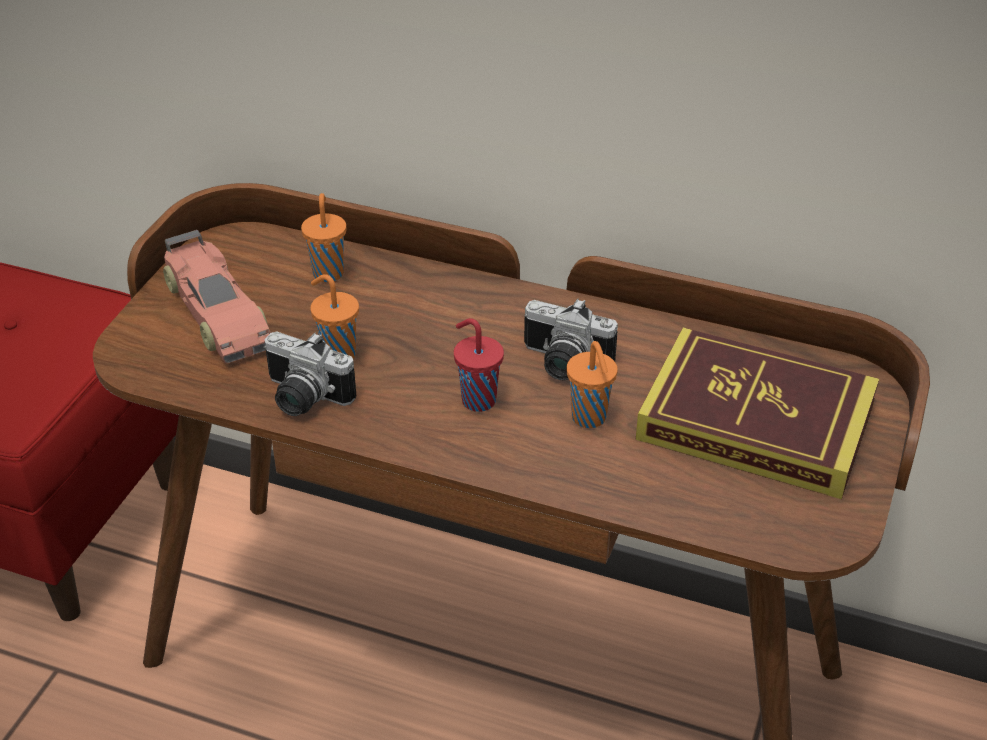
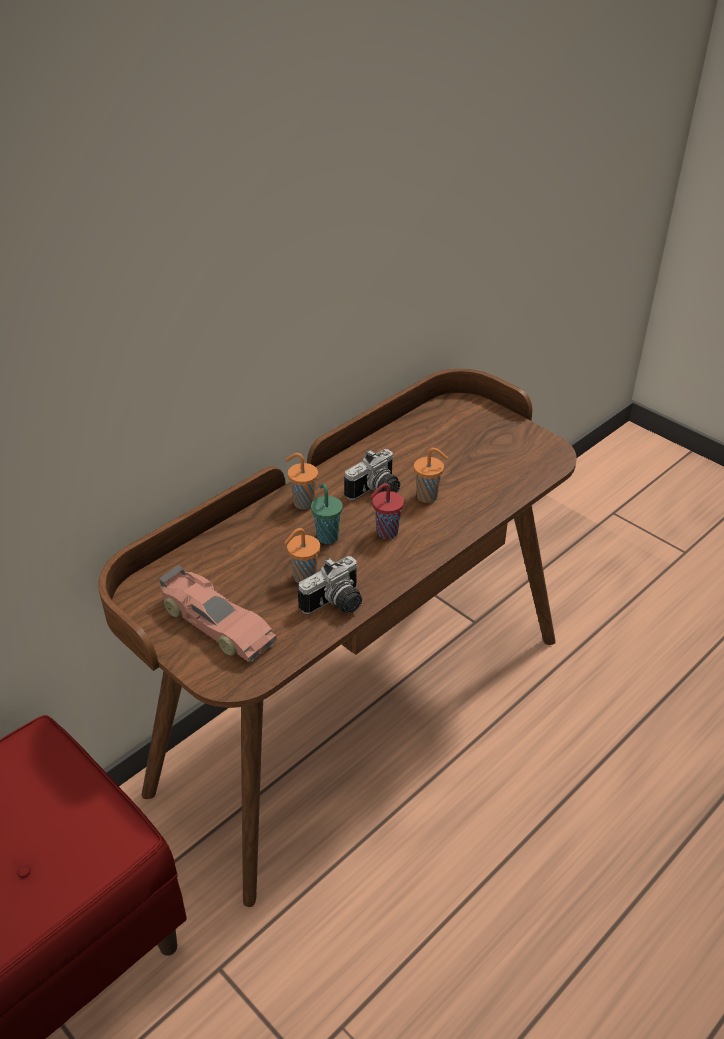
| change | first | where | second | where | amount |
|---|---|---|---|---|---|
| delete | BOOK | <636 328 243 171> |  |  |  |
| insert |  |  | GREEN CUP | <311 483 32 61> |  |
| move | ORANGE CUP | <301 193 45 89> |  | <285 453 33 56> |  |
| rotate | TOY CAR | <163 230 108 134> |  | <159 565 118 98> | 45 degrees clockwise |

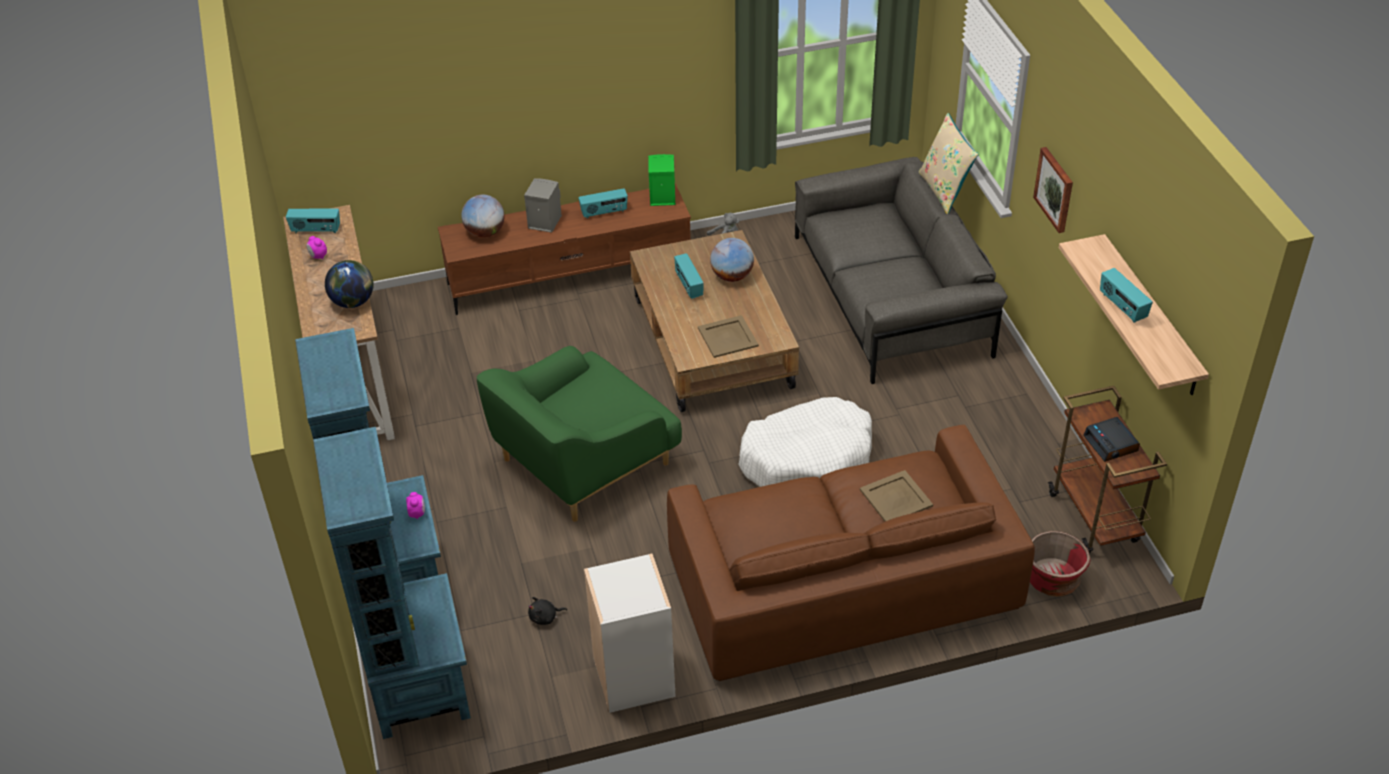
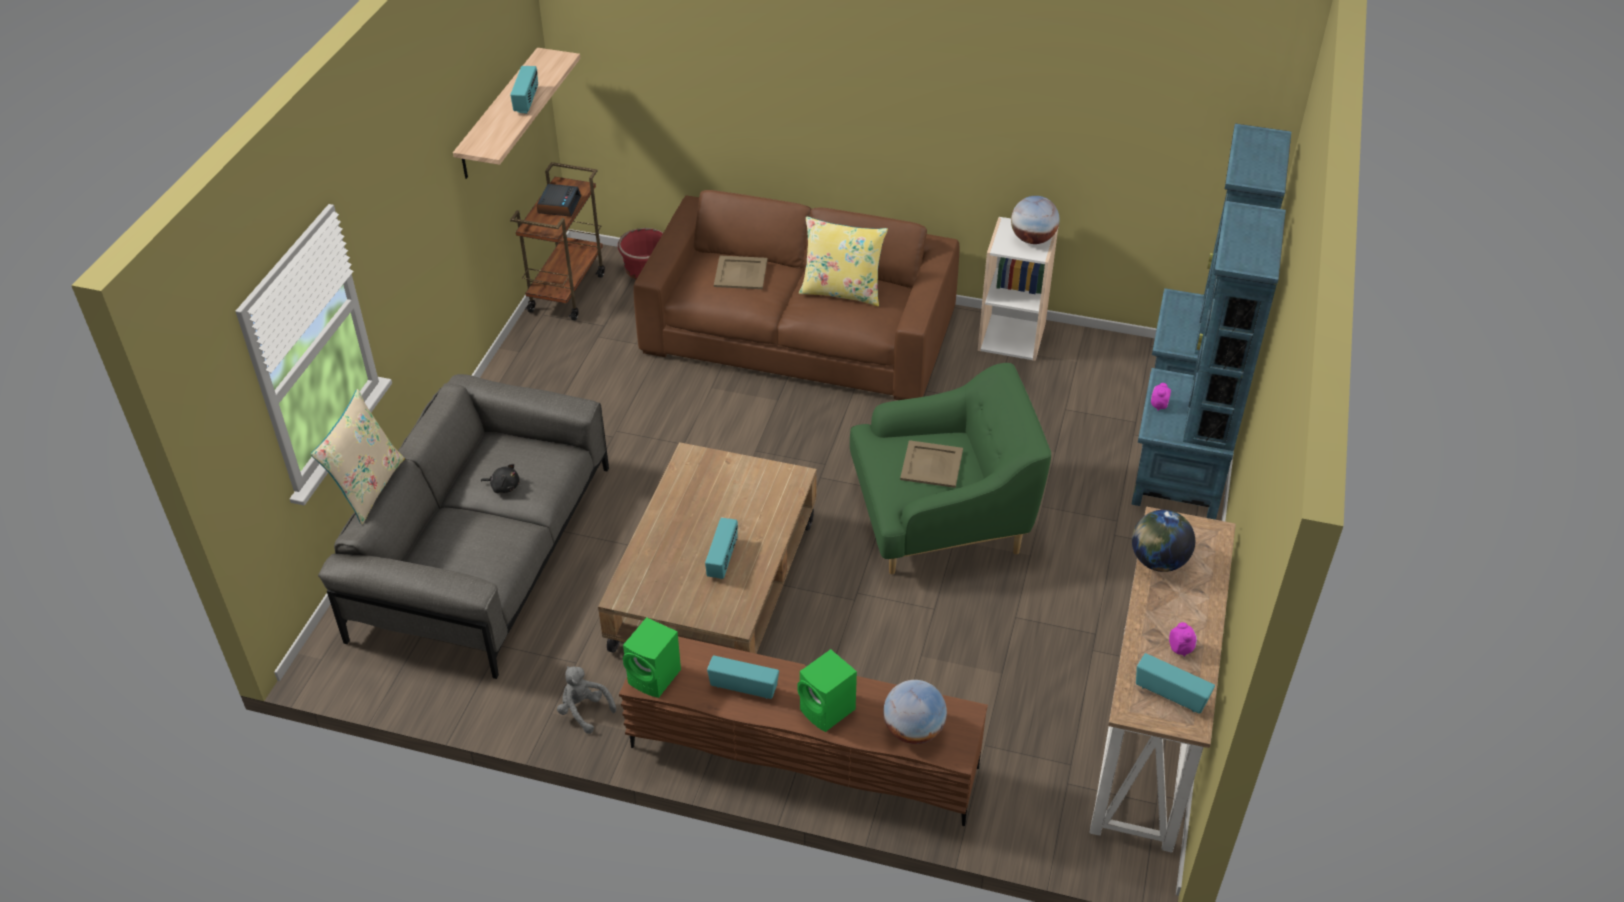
| change | first | where | second | where | amount |
|---|---|---|---|---|---|
| delete | WHITE DOG BED | <738 397 134 90> |  |  |  |
| delete | PICTURE | <1033 147 40 86> |  |  |  |
| insert |  |  | YELLOW PILLOW | <799 216 89 90> |  |
| move | BLACK PLUSH TOY | <528 597 39 28> |  | <481 464 39 29> |  |
| move | BEIGE TRAY | <698 315 61 43> |  | <900 440 63 48> |  |
| move | GLOBE | <710 238 44 44> |  | <1011 196 49 48> |  |
| recolor | GREY SPEAKER | <524 178 38 55> | GREEN SPEAKER | <797 649 60 83> |  |

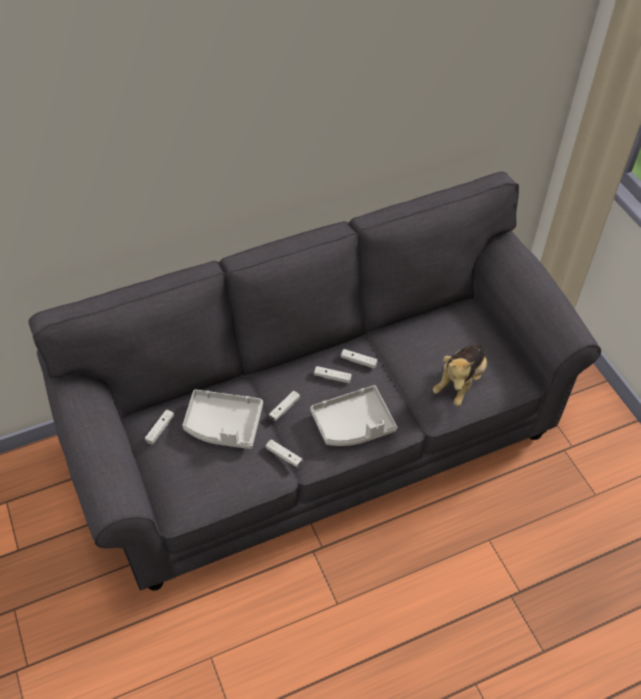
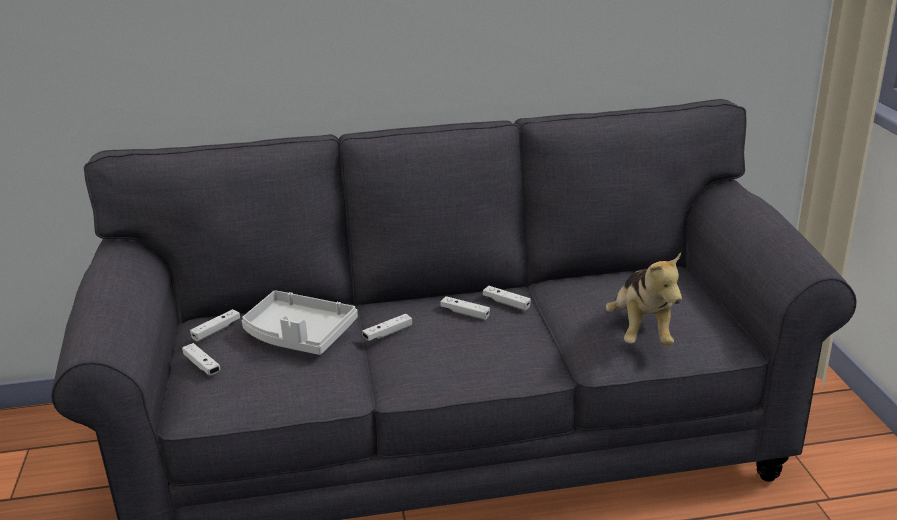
| change | first | where | second | where | amount |
|---|---|---|---|---|---|
| delete | GREY TRAY | <310 385 87 61> |  |  |  |
| move | WHITE GAME CONTROLLER | <266 439 36 28> |  | <182 343 39 32> |  |
| rotate | PLUSH TOY | <433 344 54 62> |  | <606 252 76 93> | 45 degrees counterclockwise |

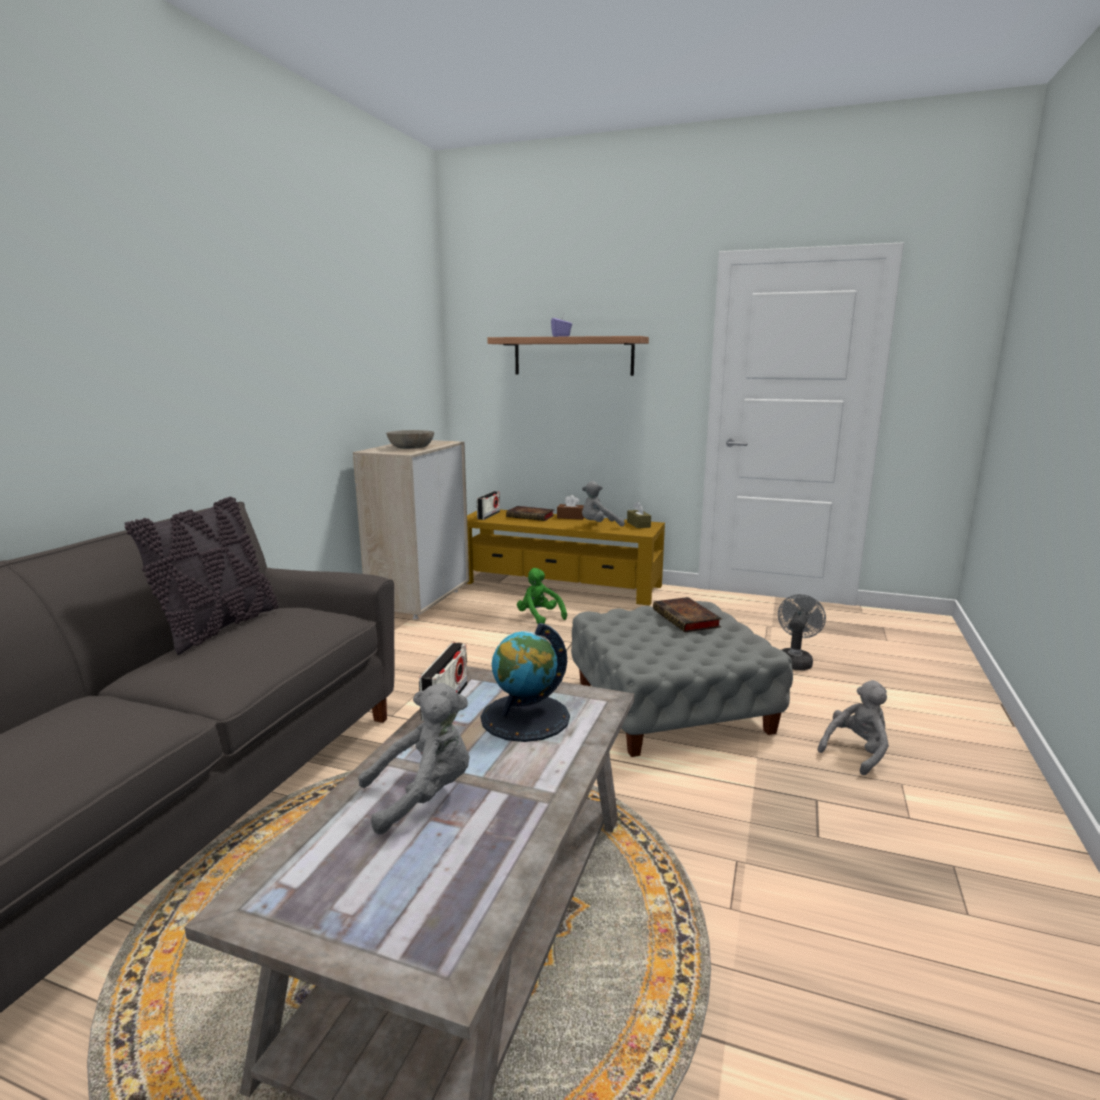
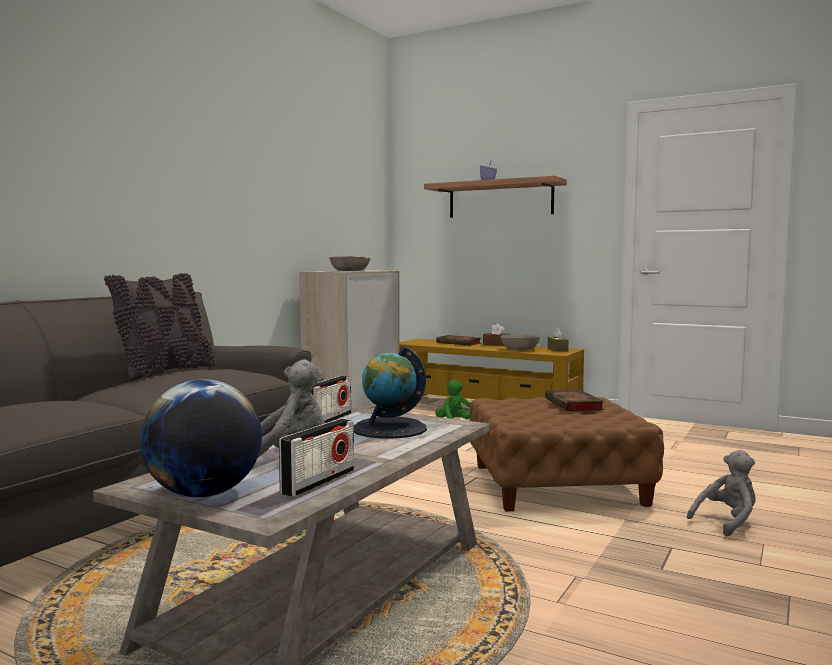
| change | first | where | second | where | amount |
|---|---|---|---|---|---|
| delete | GREY FAN | <778 594 48 76> |  |  |  |
| insert |  |  | GLOBE | <140 379 122 118> |  |
| move | RADIO | <477 491 23 29> |  | <279 419 75 78> |  |
| replace | GREY PLUSH TOY | <582 481 43 46> | GREY BOWL | <500 334 40 16> |  |
| recolor | GREY OTTOMAN | <571 601 222 156> | BROWN OTTOMAN | <470 397 194 114> |  |

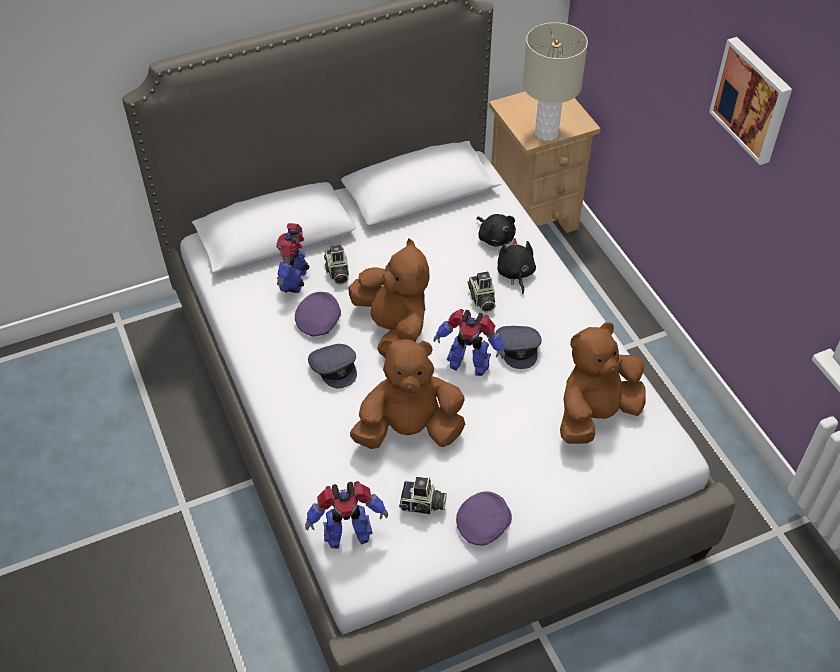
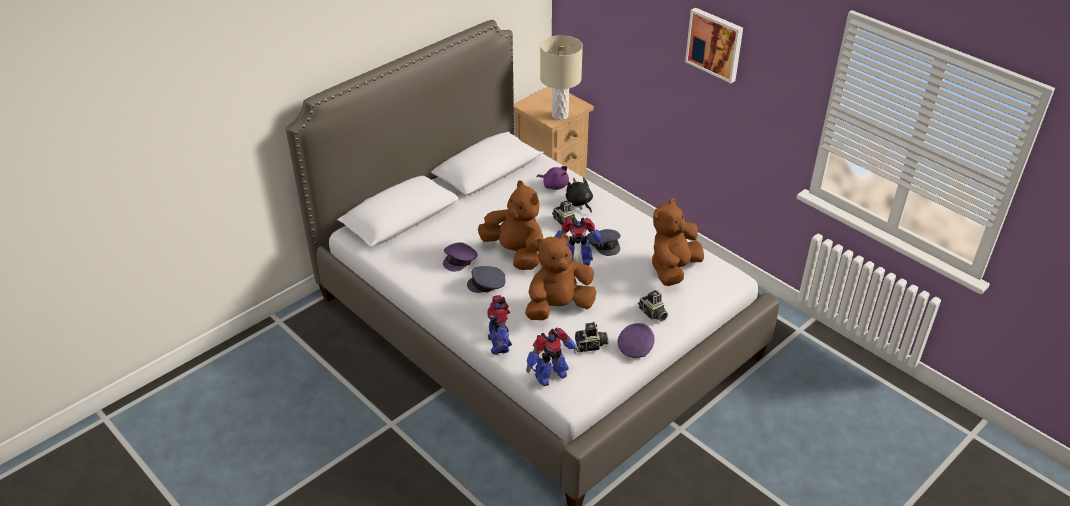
| change | first | where | second | where | amount |
|---|---|---|---|---|---|
| move | TOY ROBOT | <276 223 34 70> |  | <487 295 25 60> |  |
| move | PHOTO CAMERA | <324 245 25 40> |  | <638 290 30 32> |  |
| recolor | BLACK PLUSH TOY | <477 214 39 33> | PURPLE PLUSH TOY | <537 166 32 24> |  |
| rotate | PURPLE CAP | <295 292 46 44> |  | <443 242 35 29> | 150 degrees counterclockwise |
| rotate | GREY CAP | <308 344 49 44> |  | <467 266 39 27> | 135 degrees clockwise |

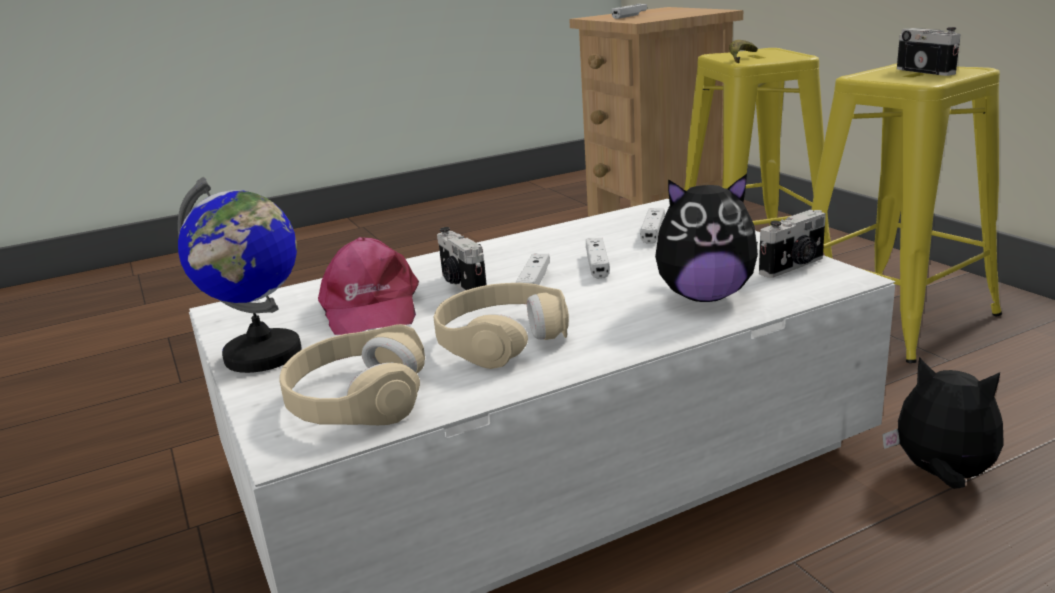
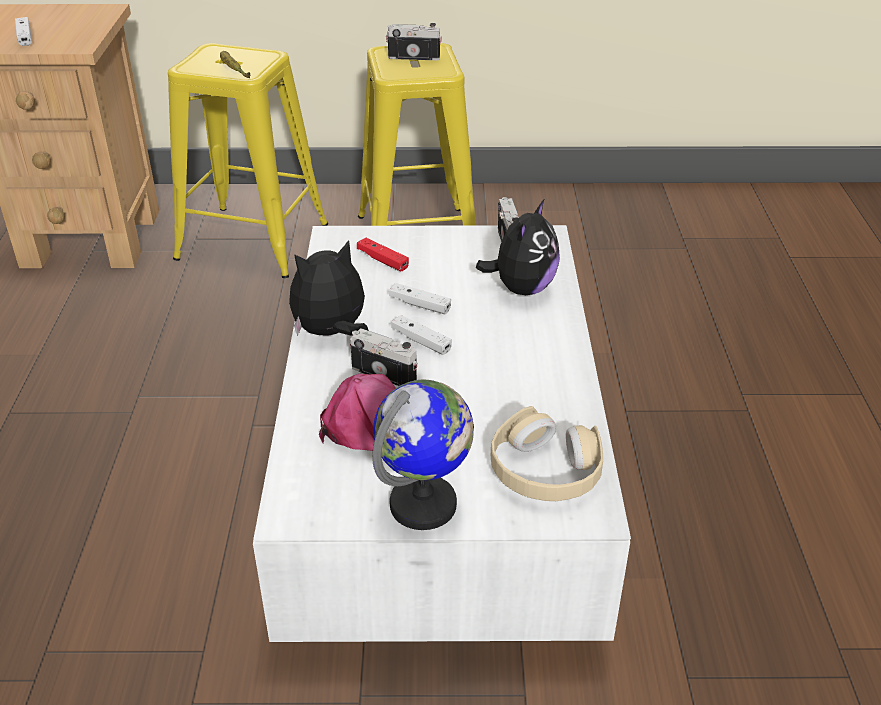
| change | first | where | second | where | amount |
|---|---|---|---|---|---|
| delete | BEIGE HEADPHONES | <433 283 136 86> |  |  |  |
| move | PLUSH TOY | <882 357 122 132> |  | <289 240 79 96> |  |
| recolor | WHITE GAME CONTROLLER | <640 208 25 36> | RED GAME CONTROLLER | <357 238 52 33> |  |
| rotate | PHOTO CAMERA | <437 227 50 64> |  | <350 328 67 58> | 150 degrees counterclockwise |

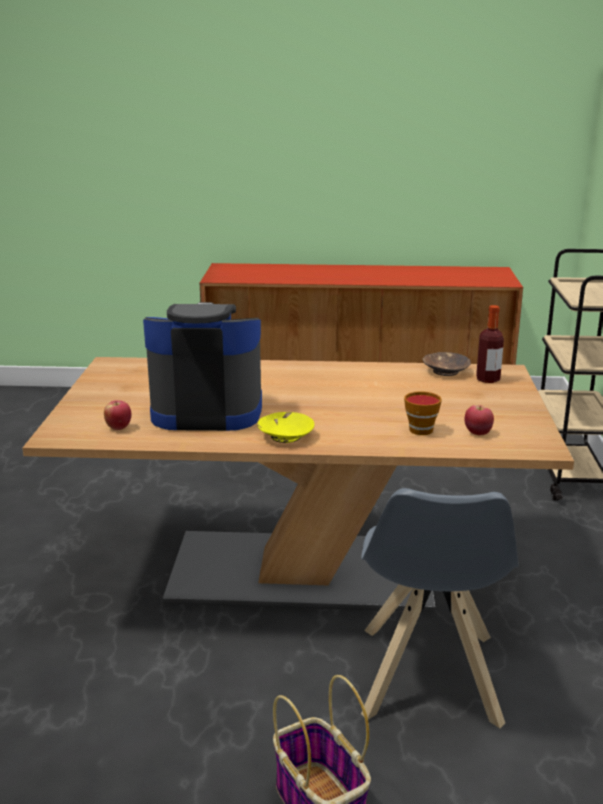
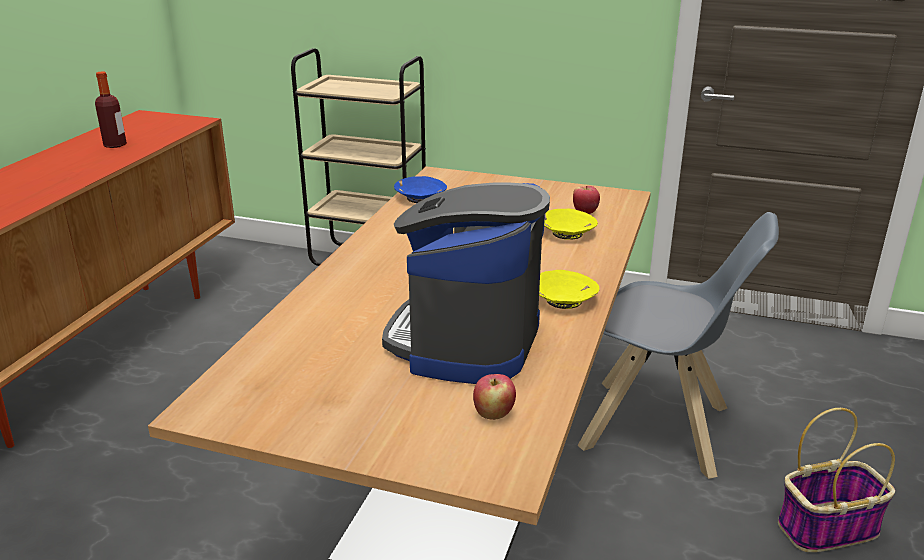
| change | first | where | second | where | amount |
|---|---|---|---|---|---|
| move | BOTTLE | <476 305 28 78> |  | <95 71 32 77> |  |
| replace | CUP | <404 391 38 44> | YELLOW BOWL | <544 209 54 31> |  |
| recolor | BROWN BOWL | <422 352 49 24> | BLUE BOWL | <394 176 53 27> |  |

